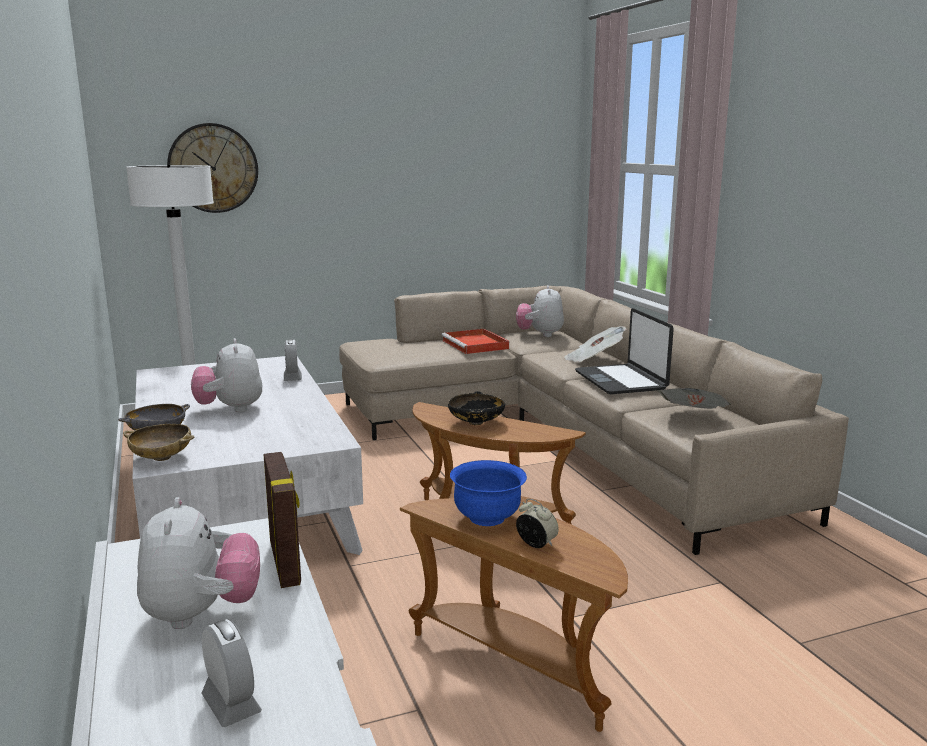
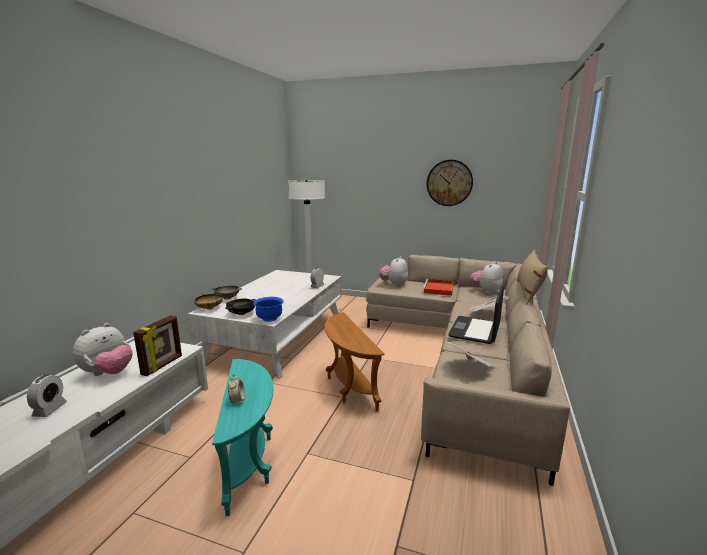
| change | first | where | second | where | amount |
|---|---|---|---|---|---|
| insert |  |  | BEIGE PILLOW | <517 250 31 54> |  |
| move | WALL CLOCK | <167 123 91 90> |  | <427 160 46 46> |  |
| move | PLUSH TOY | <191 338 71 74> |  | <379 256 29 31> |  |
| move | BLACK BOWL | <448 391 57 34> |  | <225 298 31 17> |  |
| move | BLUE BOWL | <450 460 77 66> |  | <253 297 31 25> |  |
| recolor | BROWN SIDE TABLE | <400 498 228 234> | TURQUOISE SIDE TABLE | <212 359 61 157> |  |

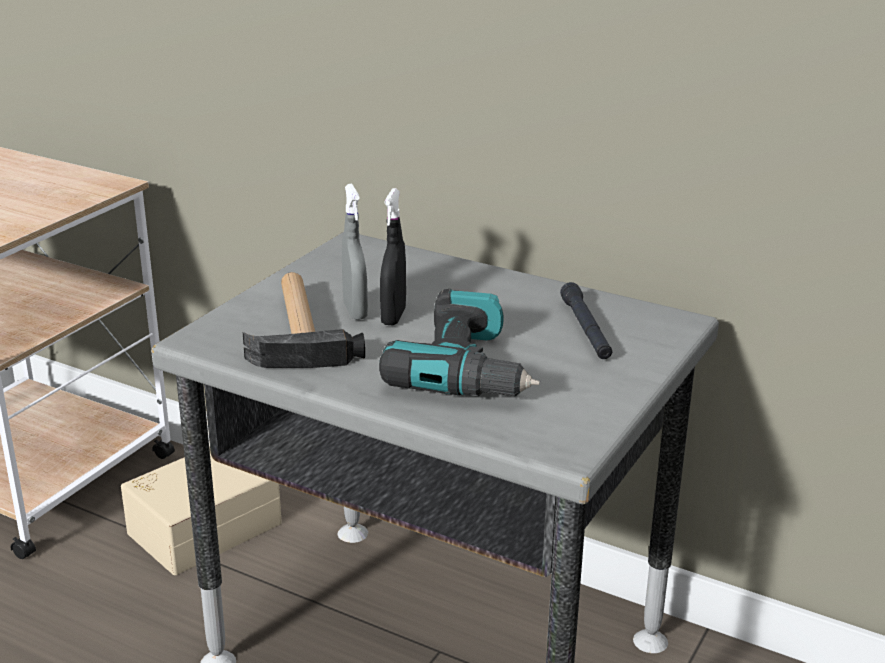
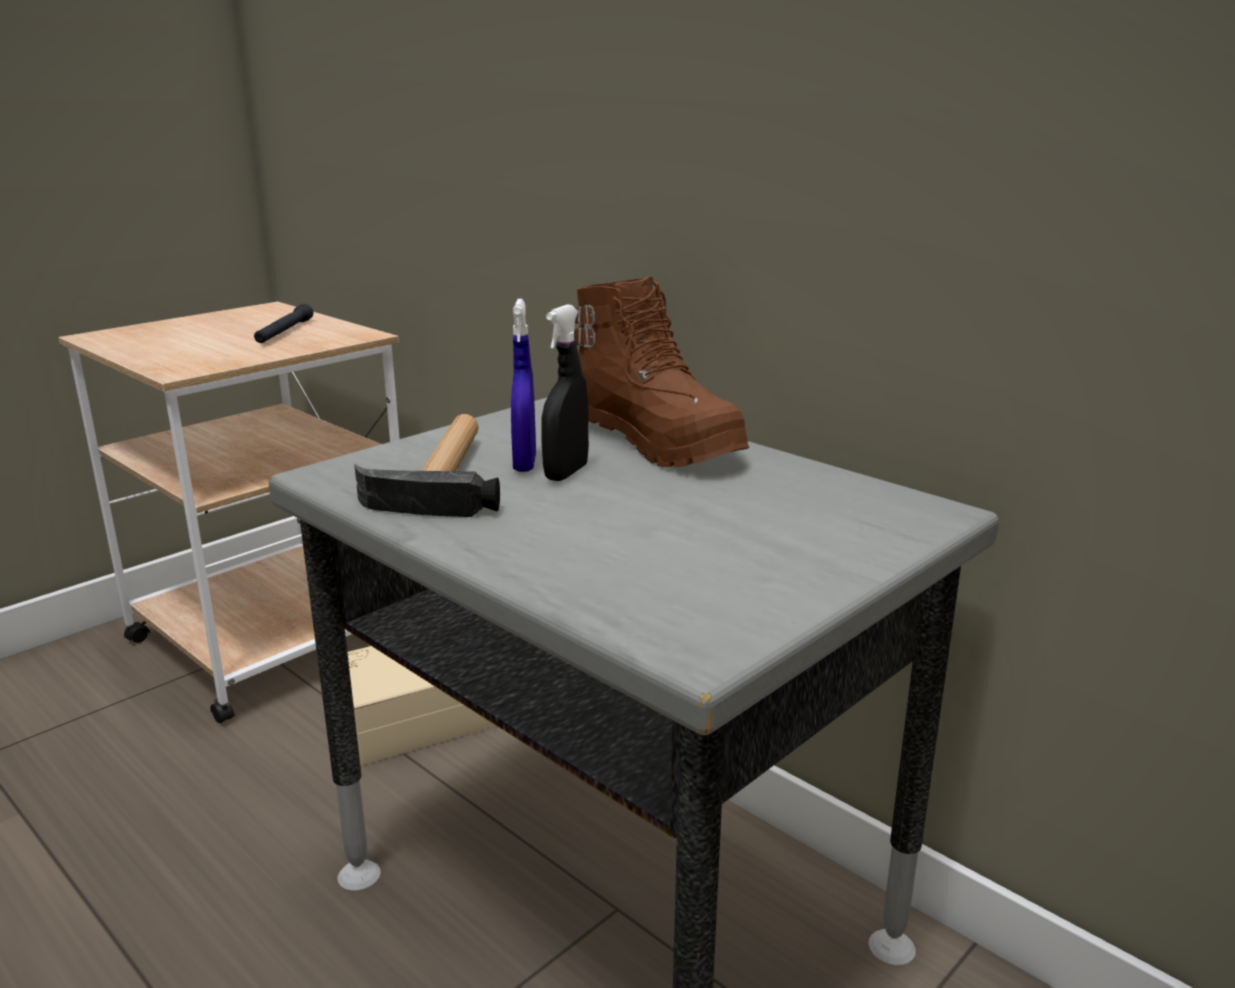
| change | first | where | second | where | amount |
|---|---|---|---|---|---|
| delete | POWER DRILL | <379 289 161 107> |  |  |  |
| insert |  |  | BROWN BOOT | <574 276 175 192> |  |
| move | BLACK FLASHLIGHT | <560 282 52 77> |  | <254 304 59 39> |  |
| recolor | GREY SPRAY BOTTLE | <342 184 26 136> | BLUE SPRAY BOTTLE | <511 299 25 173> |  |

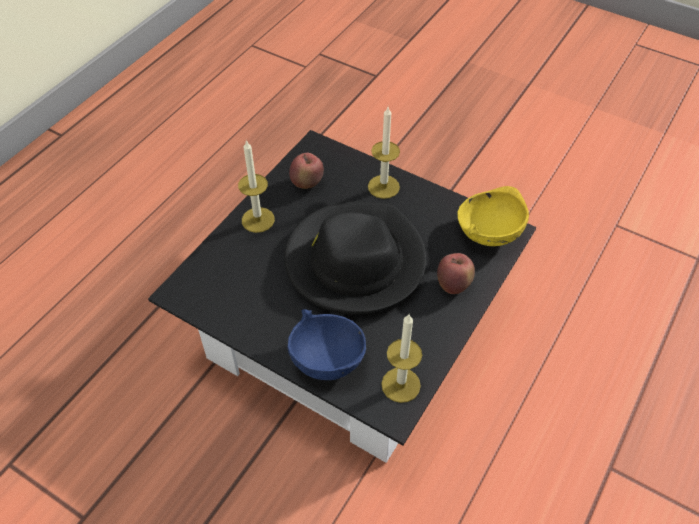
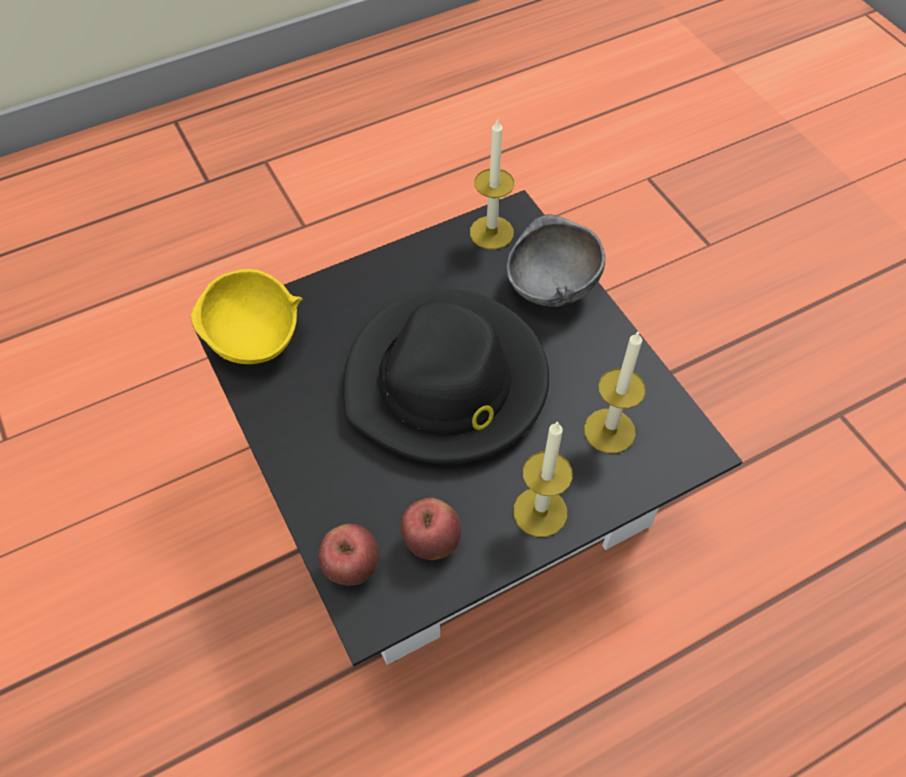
| change | first | where | second | where | amount |
|---|---|---|---|---|---|
| move | CANDLE | <368 107 32 92> |  | <584 331 62 122> |  |
| move | APPLE | <437 253 38 41> |  | <318 524 61 61> |  |
| recolor | BLUE BOWL | <288 309 78 71> | GREY BOWL | <507 214 98 93> |  |

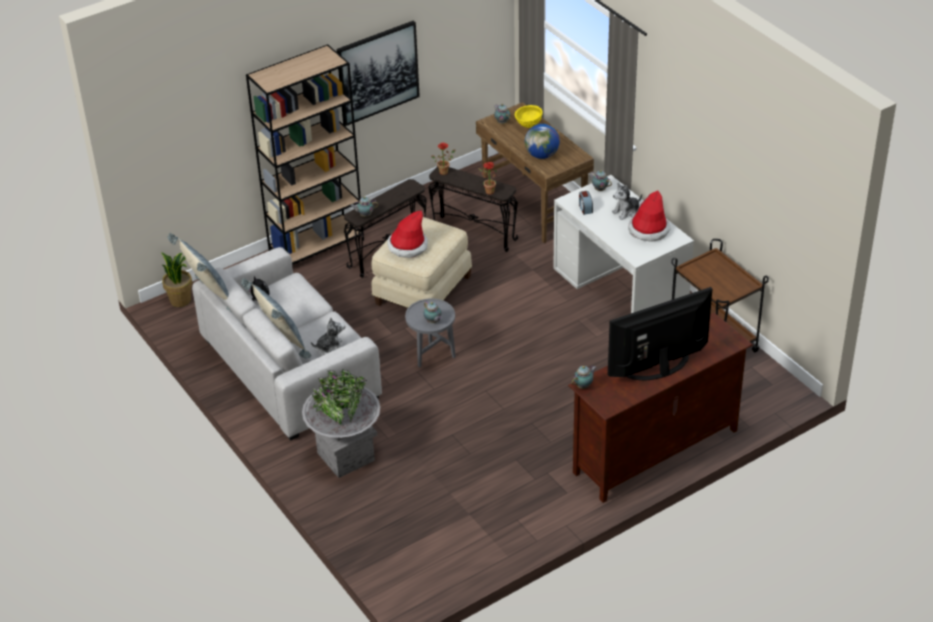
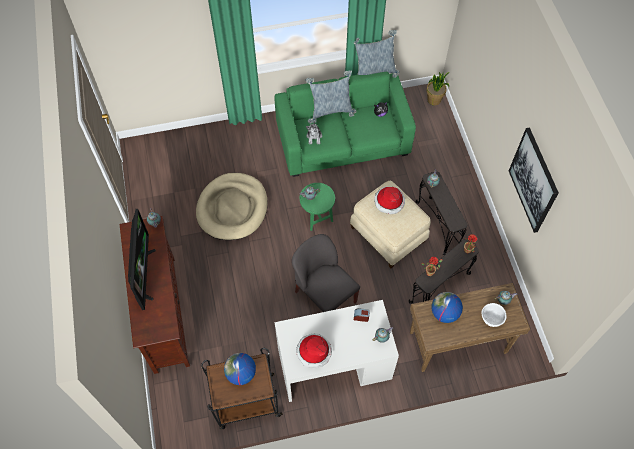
| change | first | where | second | where | amount |
|---|---|---|---|---|---|
| delete | BEIGE BOOKCASE | <246 44 118 221> |  |  |  |
| delete | GREY PLANTER | <302 369 78 109> |  |  |  |
| delete | PLUSH TOY | <612 183 30 37> |  |  |  |
| insert |  |  | BEIGE DOG BED | <196 173 72 67> |  |
| insert |  |  | GLOBE | <224 353 32 32> |  |
| insert |  |  | GREY CHAIR | <292 234 68 78> |  |
| recolor | WHITE SOFA | <192 247 190 194> | GREEN SOFA | <275 72 141 105> |  |
| recolor | GREY SIDE TABLE | <405 298 51 69> | GREEN SIDE TABLE | <300 183 35 48> |  |
| recolor | YELLOW BOWL | <515 105 28 23> | WHITE BOWL | <482 303 24 24> |  |

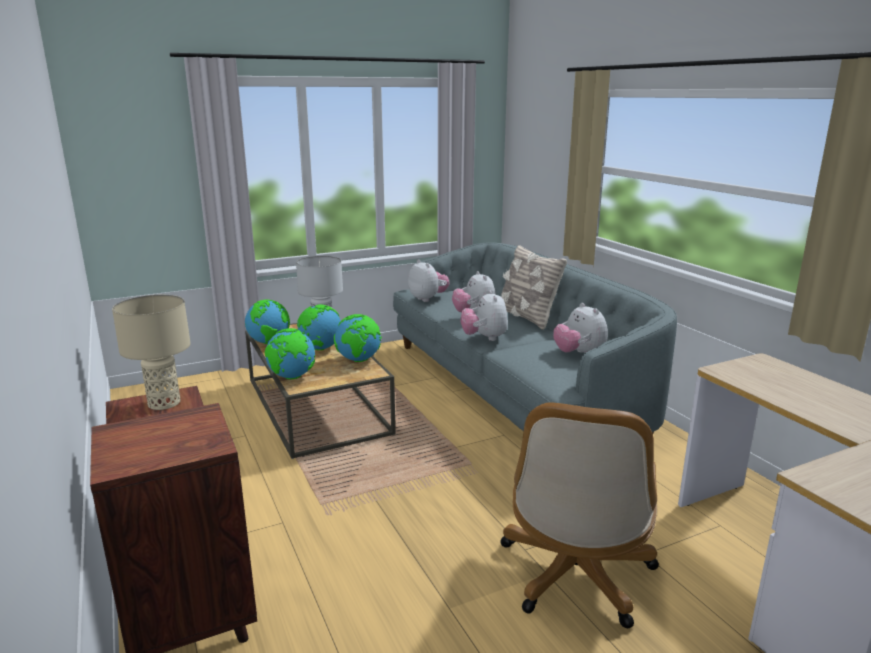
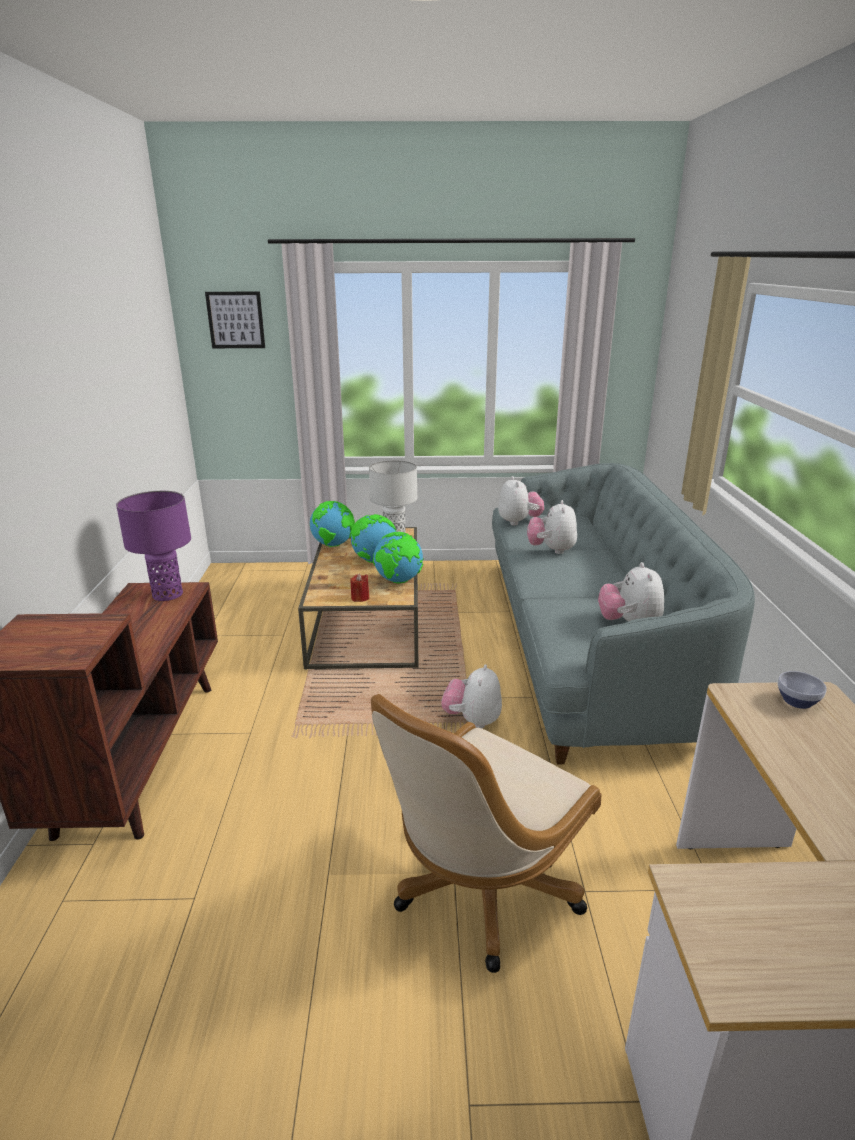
| change | first | where | second | where | amount |
|---|---|---|---|---|---|
| delete | GLOBE | <265 328 51 51> |  |  |  |
| delete | BEIGE PILLOW | <501 245 66 85> |  |  |  |
| insert |  |  | PICTURE | <205 292 60 56> |  |
| insert |  |  | RED CANDLE | <350 573 19 29> |  |
| insert |  |  | BOWL | <777 671 50 38> |  |
| move | PLUSH TOY | <460 290 48 51> |  | <441 664 61 64> |  |
| recolor | BEIGE TABLE LAMP | <112 295 79 115> | PURPLE TABLE LAMP | <116 491 75 110> |  |

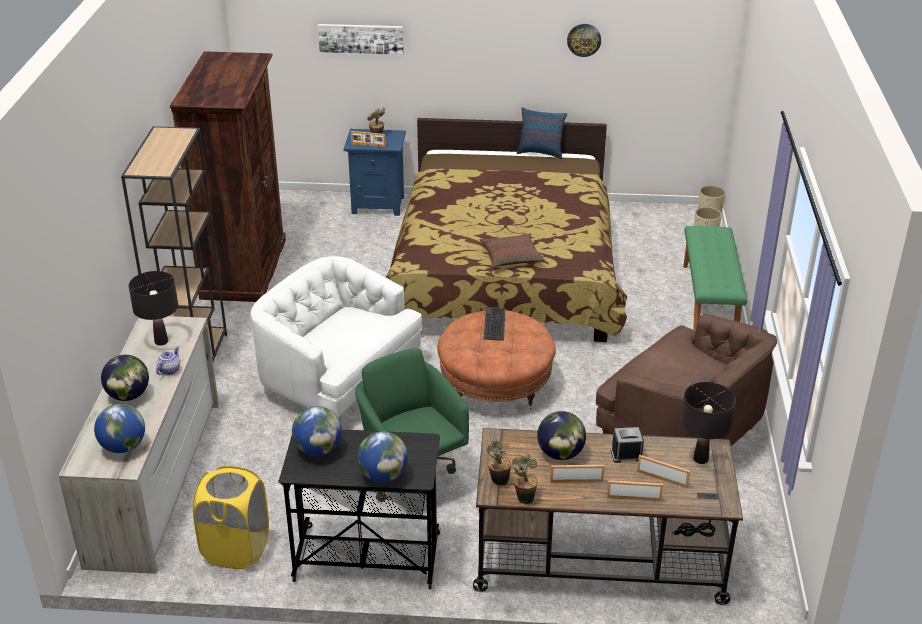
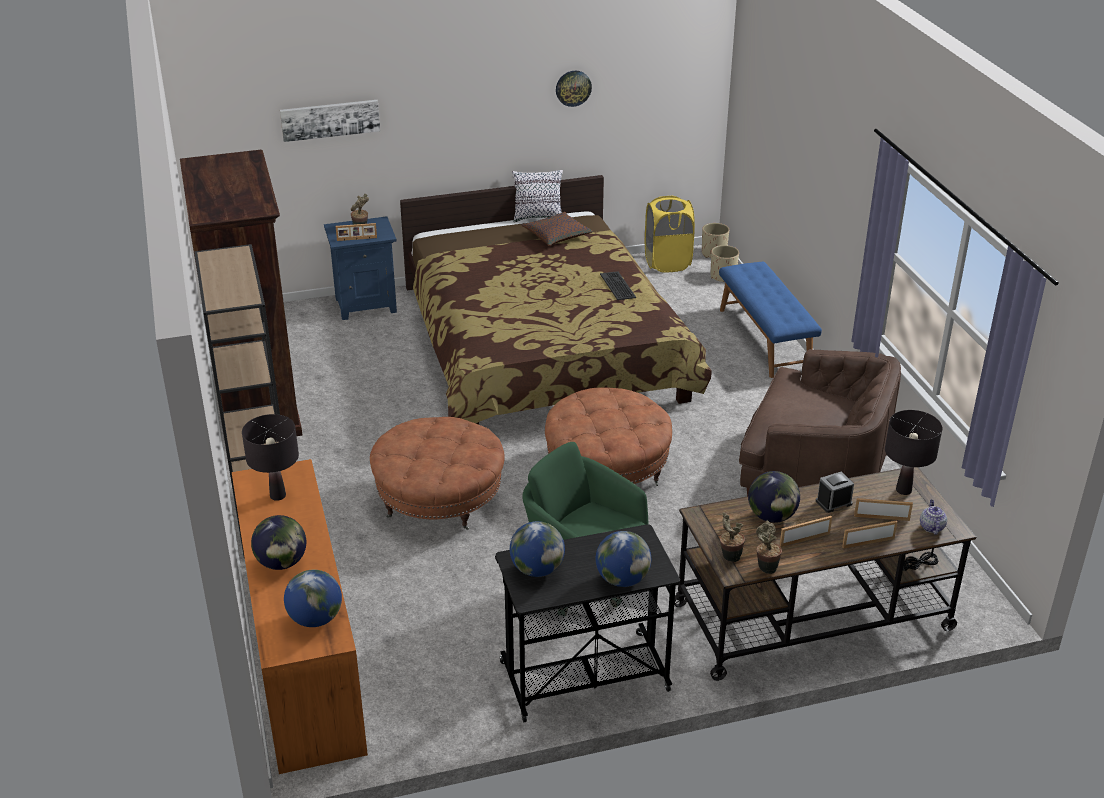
| change | first | where | second | where | amount |
|---|---|---|---|---|---|
| move | TEAPOT | <156 347 24 28> |  | <920 500 27 34> |  |
| move | YELLOW LAUNDRY BASKET | <193 466 76 103> |  | <645 195 50 77> |  |
| move | BROWN PILLOW | <479 233 66 35> |  | <521 212 72 34> |  |
| move | KEYBOARD | <484 307 21 34> |  | <600 271 36 29> |  |
| replace | WHITE ARMCHAIR | <250 256 172 162> | BROWN OTTOMAN | <370 417 135 113> |  |
| recolor | WHITE DRESSER | <58 316 161 258> | ORANGE DRESSER | <232 459 136 315> |  |
| recolor | BLUE PILLOW | <517 107 50 52> | WHITE PILLOW | <512 170 51 52> |  |
| recolor | GREEN BENCH | <683 226 64 105> | BLUE BENCH | <719 262 103 116> |  |

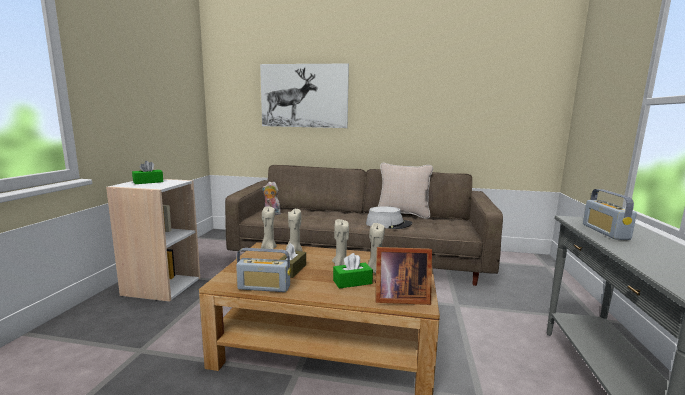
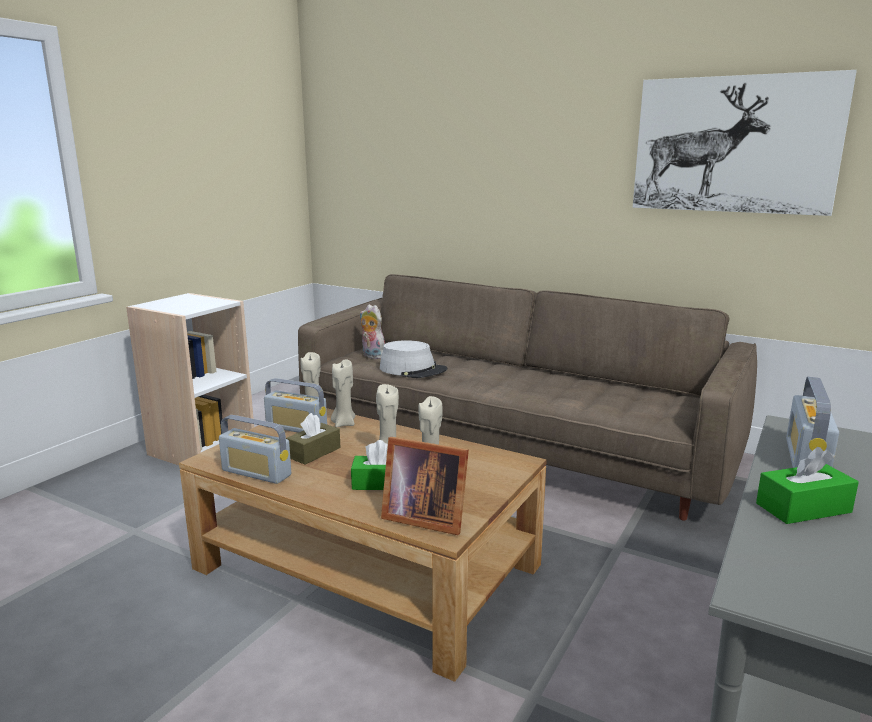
| change | first | where | second | where | amount |
|---|---|---|---|---|---|
| delete | BEIGE PILLOW | <378 163 55 56> |  |  |  |
| insert |  |  | RADIO | <264 378 63 55> |  |
| move | GREEN TISSUE BOX | <132 161 31 23> |  | <756 447 103 77> |  |
| move | PICTURE | <260 64 89 64> |  | <633 70 224 146> |  |
| move | GREY HAT | <366 206 46 23> |  | <380 340 67 38> |  |

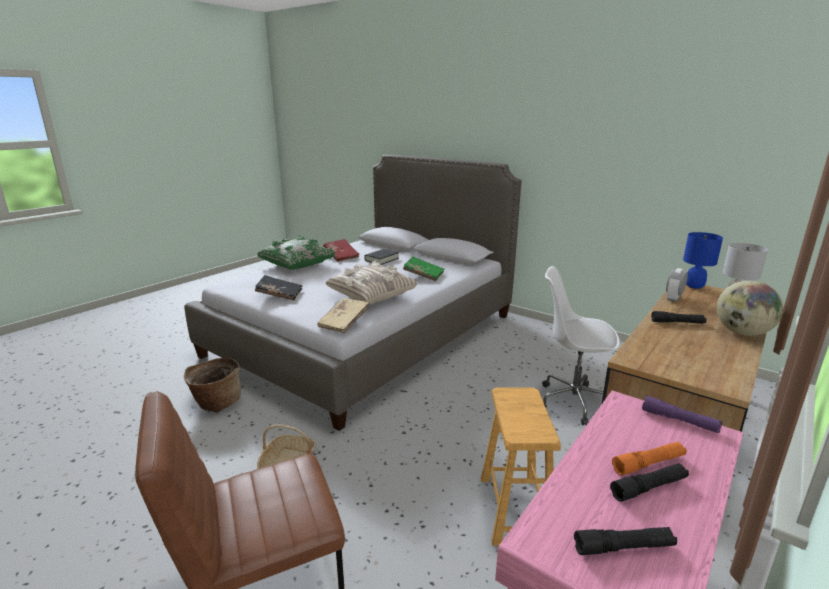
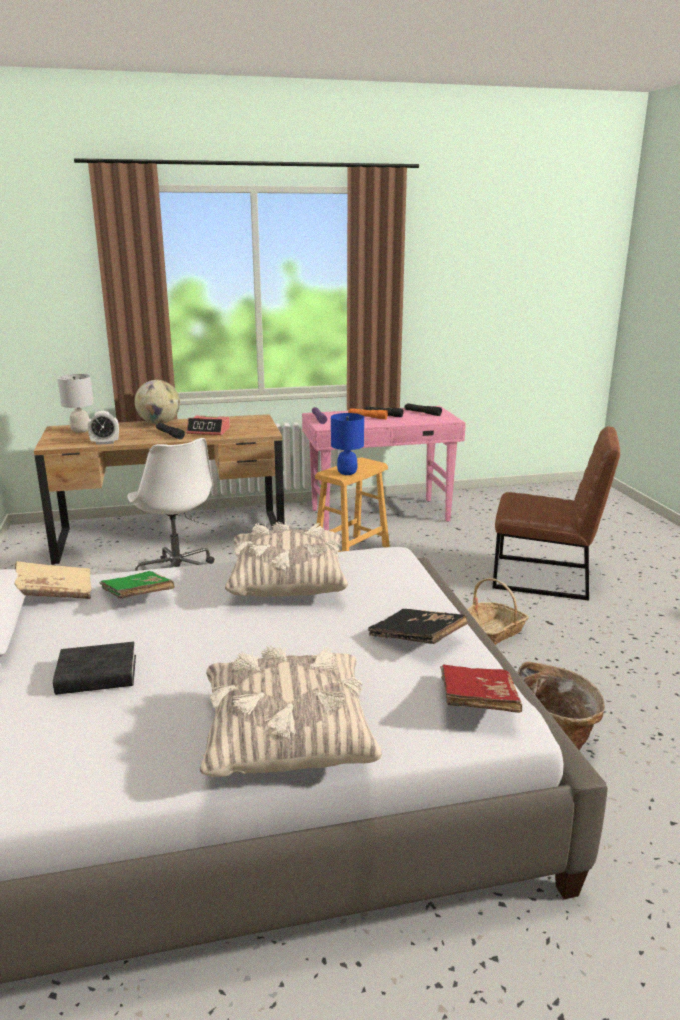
| change | first | where | second | where | amount |
|---|---|---|---|---|---|
| insert |  |  | ALARM CLOCK | <186 416 44 19> |  |
| move | BEIGE BOOK | <317 298 53 35> |  | <15 561 77 38> |  |
| move | RED BOOK | <323 239 37 23> |  | <440 664 82 49> |  |
| move | BLUE TABLE LAMP | <683 232 40 57> |  | <331 413 33 62> |  |
| recolor | GREEN PILLOW | <257 235 78 35> | BEIGE PILLOW | <200 644 182 133> |  |

